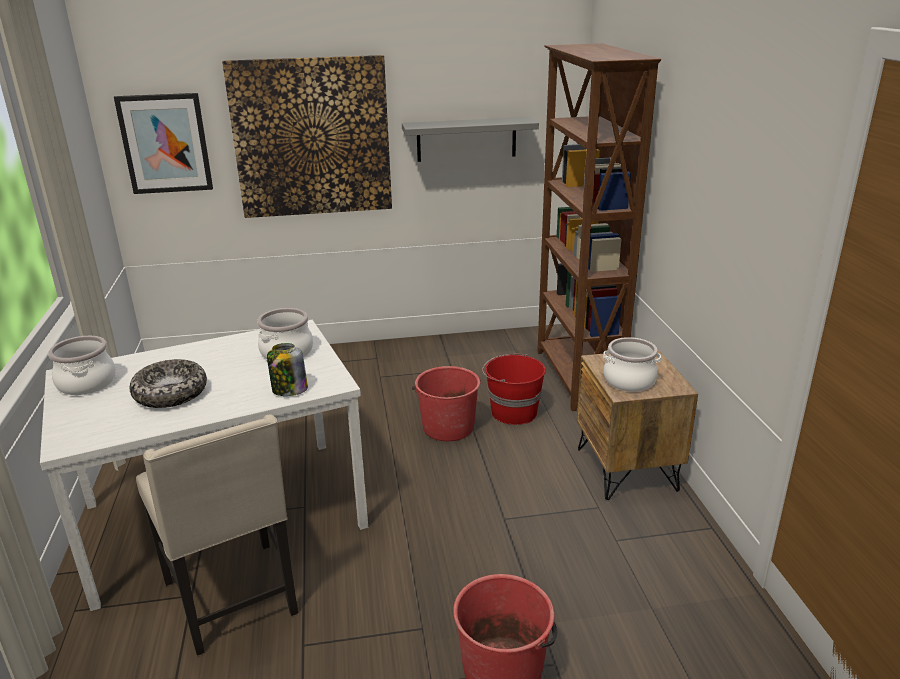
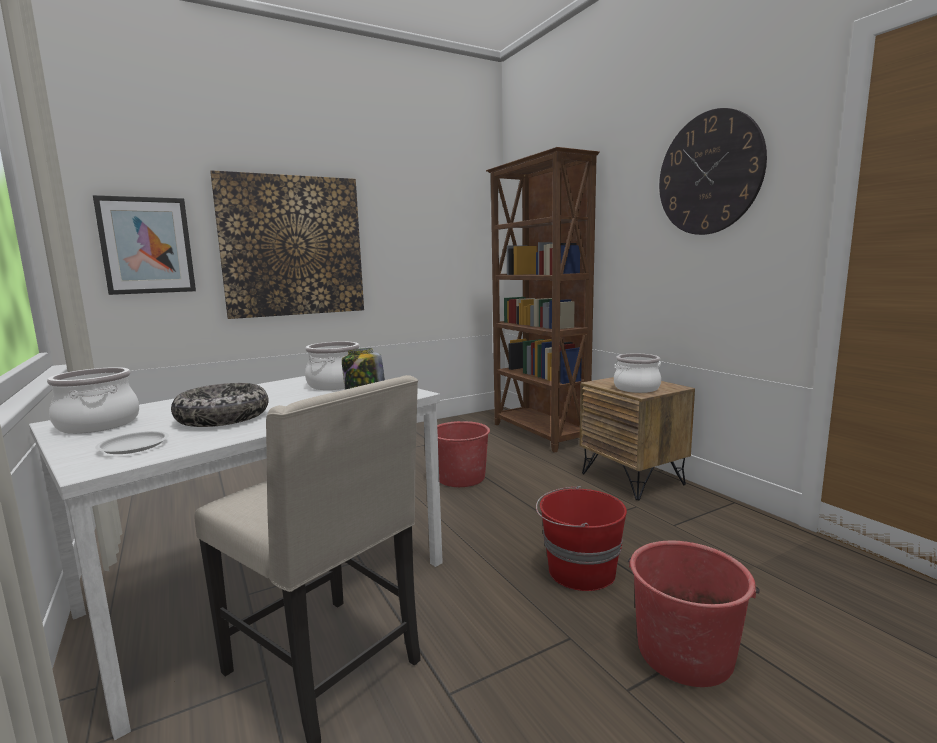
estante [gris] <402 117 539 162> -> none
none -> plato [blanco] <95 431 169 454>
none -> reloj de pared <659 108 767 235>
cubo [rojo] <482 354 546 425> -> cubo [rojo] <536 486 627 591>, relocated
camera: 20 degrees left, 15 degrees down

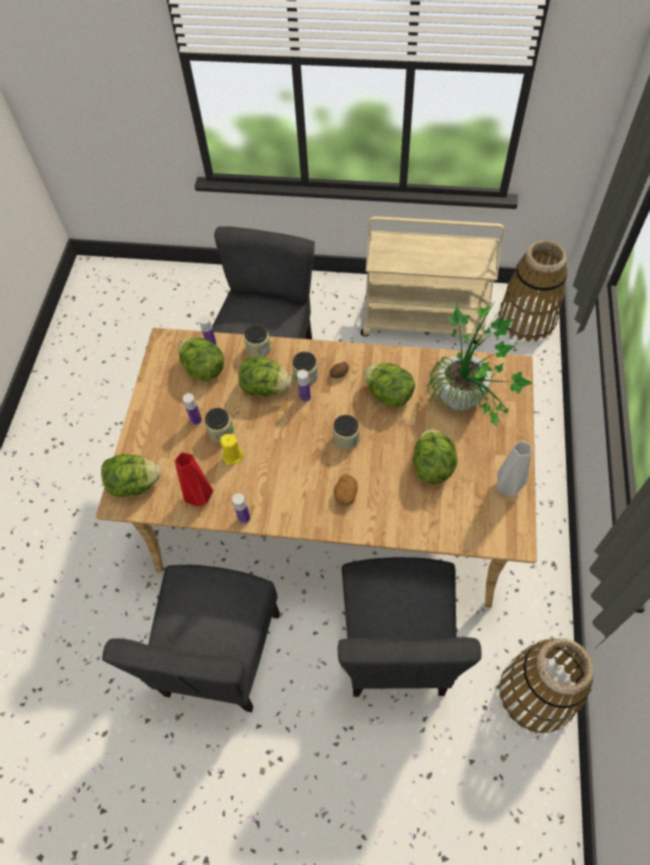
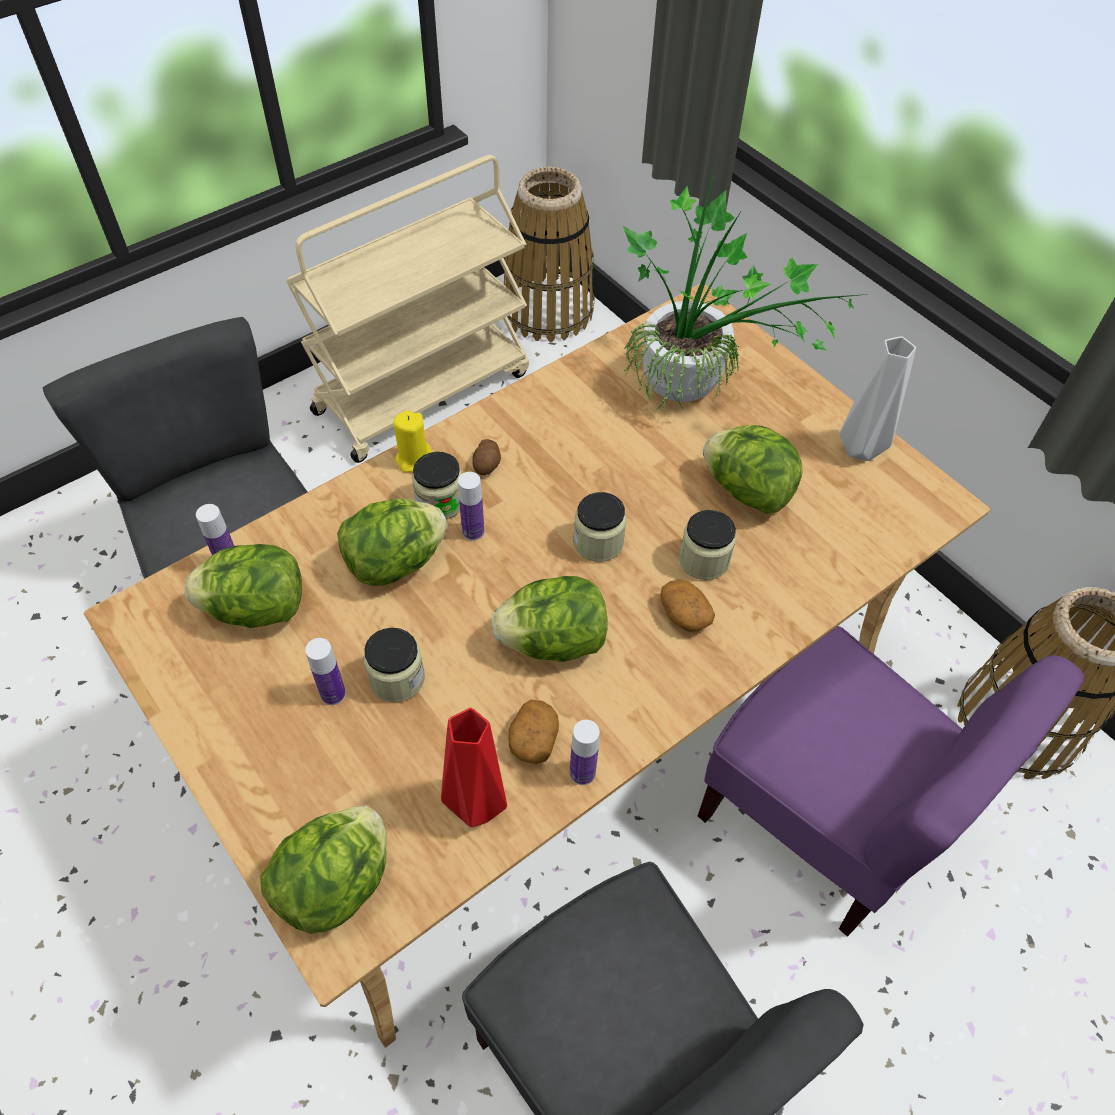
none -> patata <508 700 559 764>
vela [amarillo] <220 434 244 466> -> vela [amarillo] <393 410 432 472>, relocated
tarro <244 324 271 357> -> tarro <679 510 736 580>, relocated
lechuga <363 363 415 408> -> lechuga <491 576 608 662>, relocated
silla [gris] <337 557 481 697> -> silla [morado] <698 626 1084 937>
camera: 50 degrees left, 5 degrees down

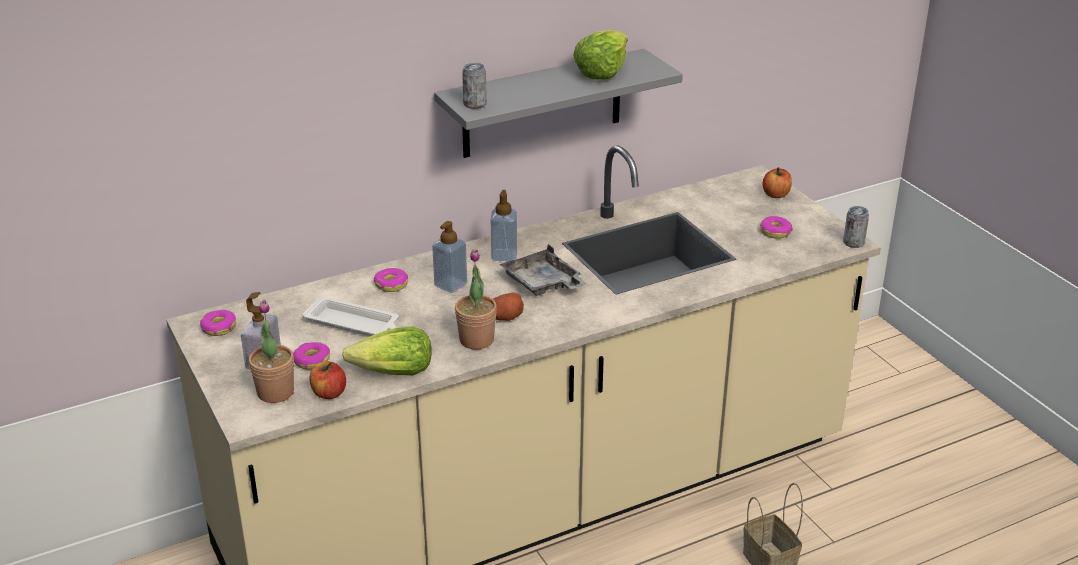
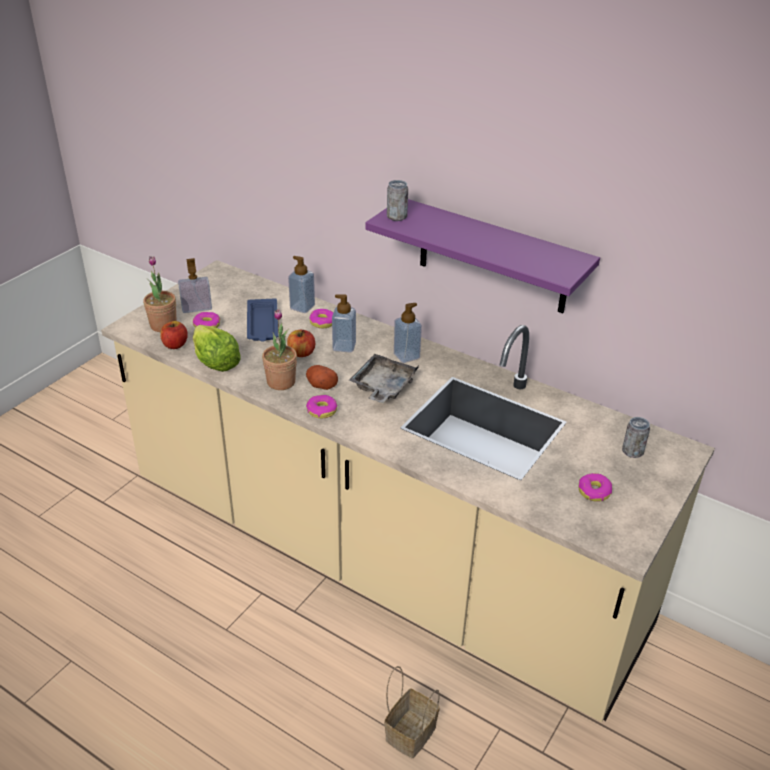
lechuga <573 30 628 80> -> none
none -> dispensador de jabón <288 256 315 313>
rosquilla <200 310 236 336> -> rosquilla <306 395 337 418>, relocated
manzana <763 167 792 198> -> manzana <287 329 315 357>, relocated
lata <843 206 869 248> -> lata <622 417 650 458>, relocated
bandeja [blanco] <302 295 399 336> -> bandeja [azul] <247 298 278 342>
estante [gris] <434 49 683 158> -> estante [morado] <365 199 600 313>
camera: 60 degrees right, 5 degrees up

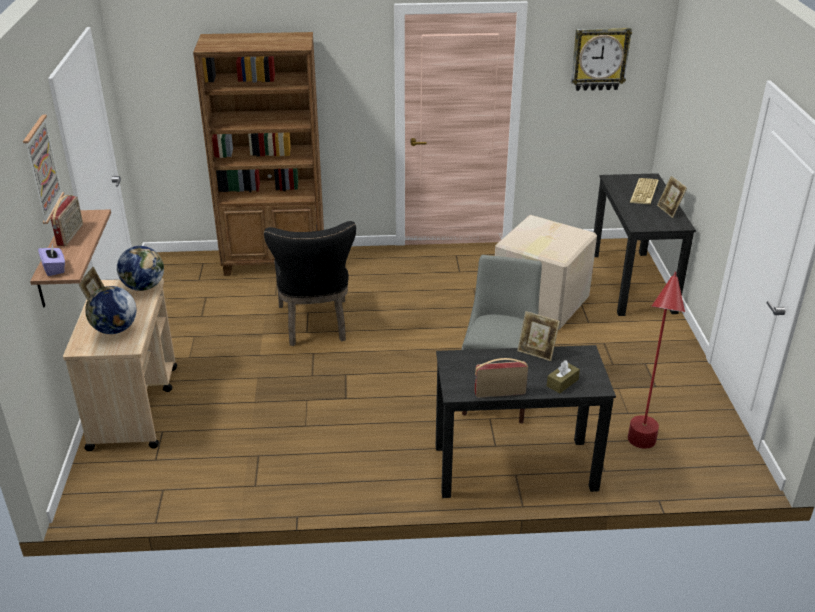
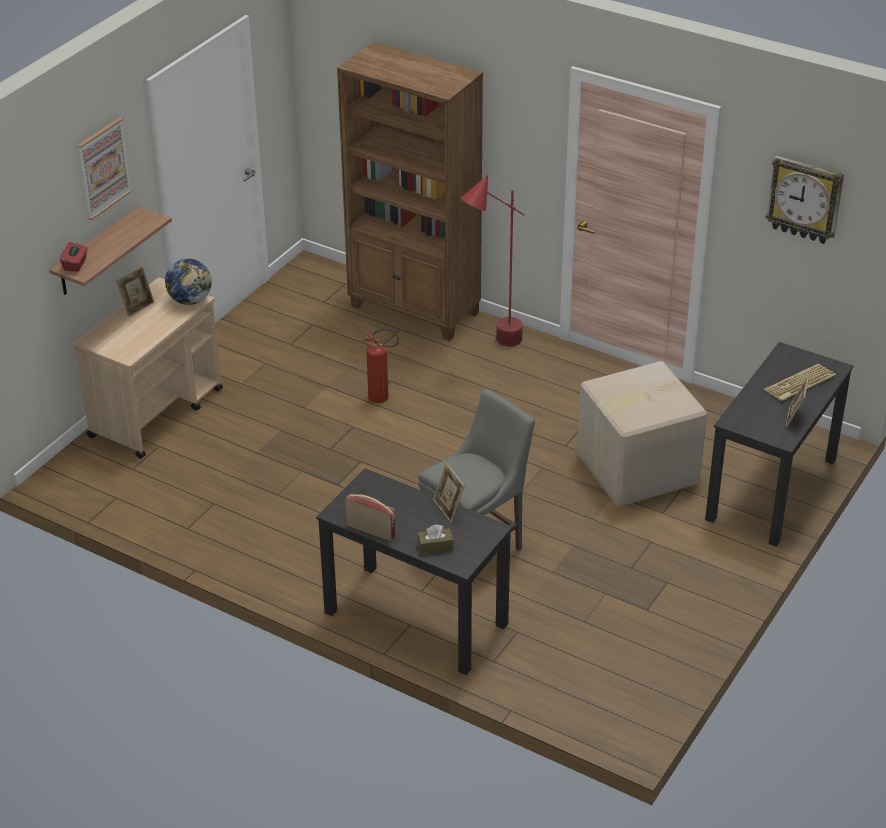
radio <51 195 83 246> -> none
globo terráqueo <85 286 136 334> -> none
lámpara de pie [rojo] <628 272 685 449> -> lámpara de pie [rojo] <461 175 525 347>, relocated
silla [negro] <264 221 356 346> -> extintor <363 329 399 403>
caja de pañuelos [morado] <38 245 65 276> -> caja de pañuelos [rojo] <60 242 87 272>
camera: 35 degrees right, 5 degrees up

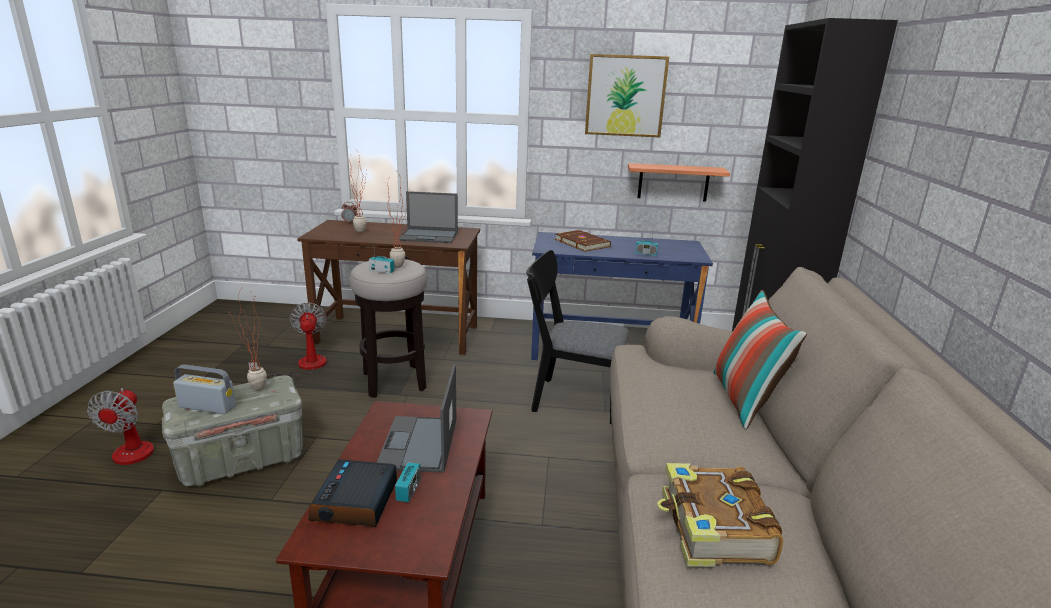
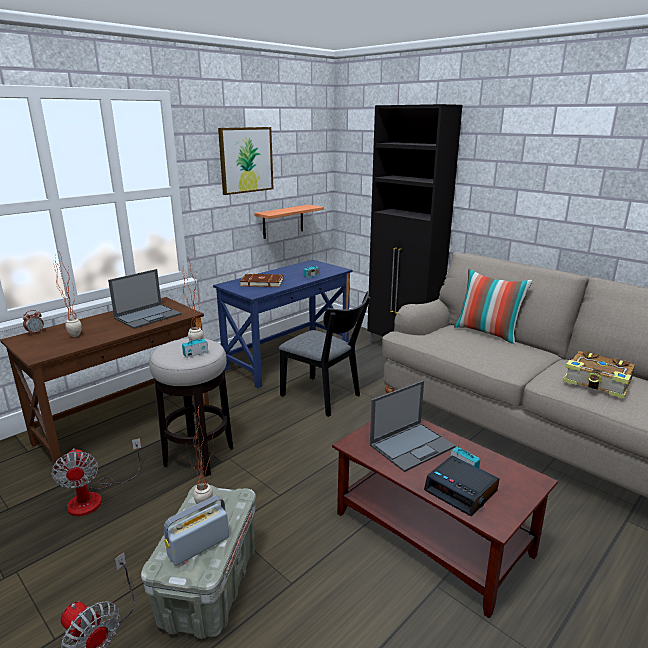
ventilador <248 302 327 380> -> ventilador <51 438 141 516>, 135 degrees counterclockwise
portátil <377 364 456 473> -> portátil <370 380 456 472>, 75 degrees counterclockwise
silla [negro] <526 250 629 424> -> silla [negro] <279 291 370 417>, 105 degrees counterclockwise
camera: 50 degrees left, 0 degrees up

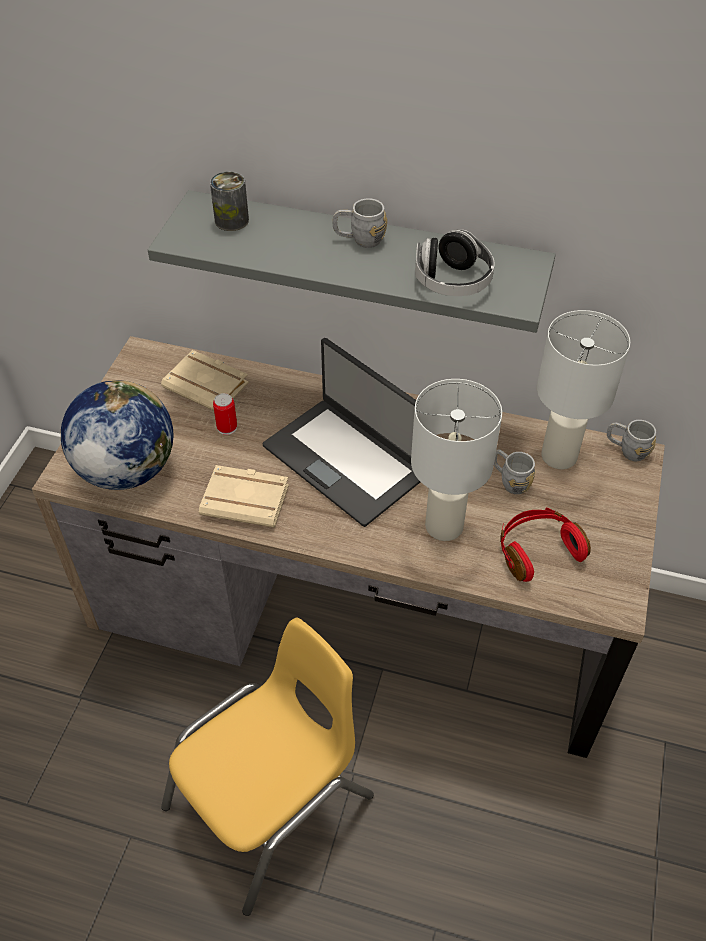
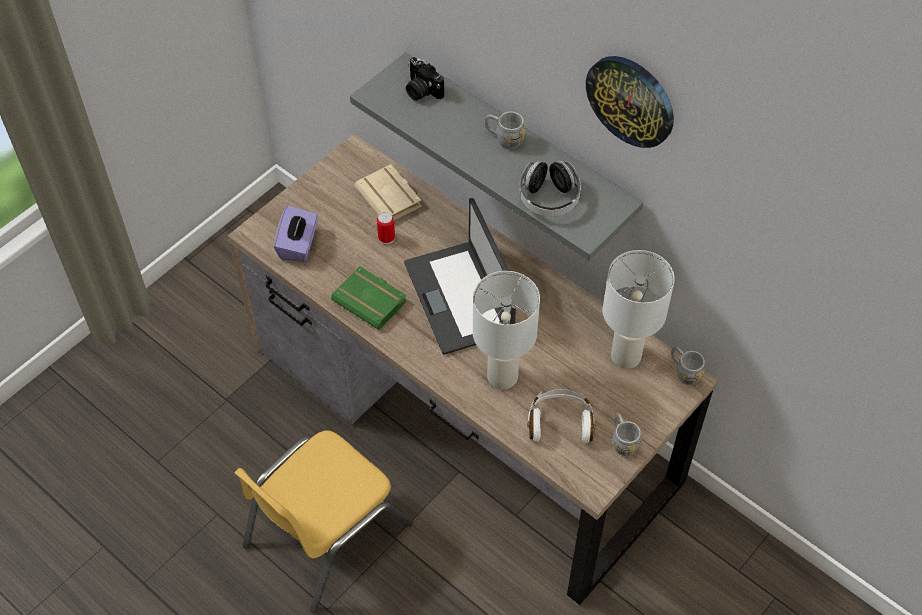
none -> reloj de pared <586 56 674 148>
taza grande [gris] <494 449 535 494> -> taza grande [gris] <613 413 642 456>, relocated
globo terráqueo <61 380 173 490> -> caja de pañuelos [morado] <274 206 318 262>
lata <210 171 249 231> -> cámara <406 57 444 101>
libro [beis] <199 465 289 528> -> libro [verde] <331 266 407 330>
auriculares [rojo] <500 508 591 582> -> auriculares [blanco] <527 389 595 443>
silla [amarillo] <161 618 374 916> -> silla [amarillo] <235 430 413 613>, 150 degrees clockwise
camera: 25 degrees right, 5 degrees up

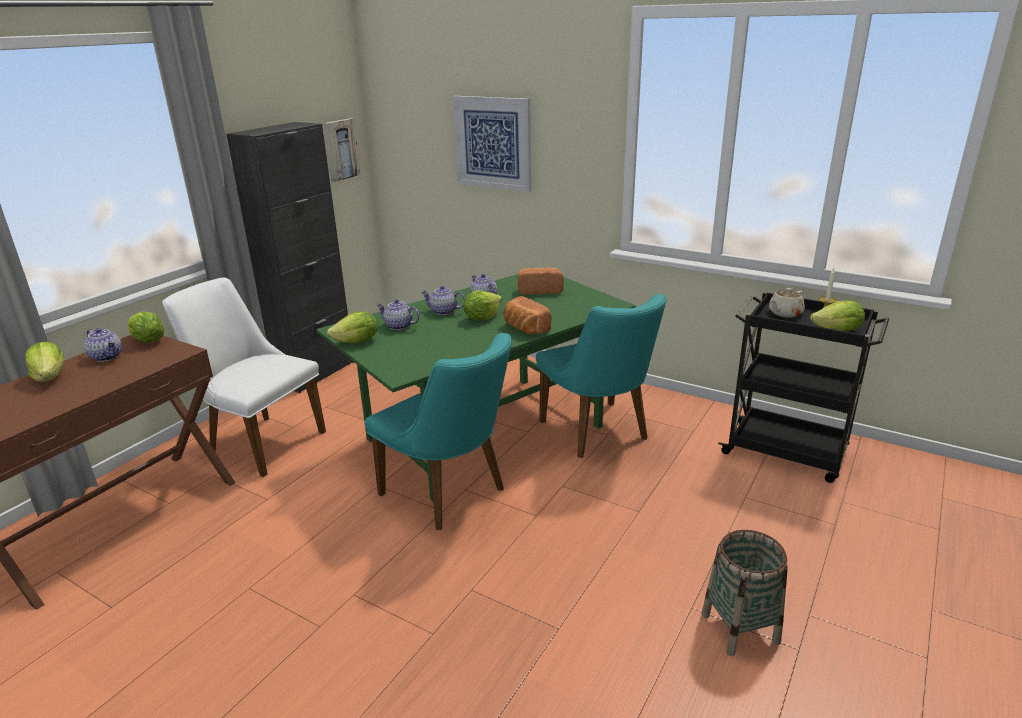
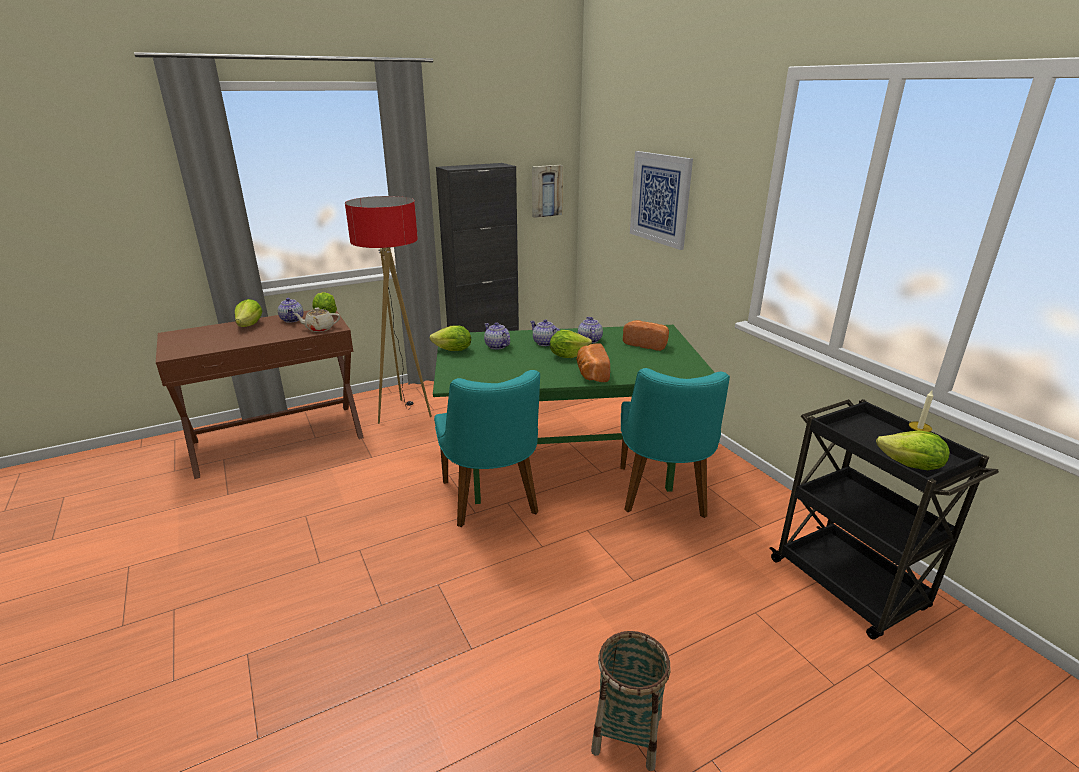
tetera [beis] <769 288 805 318> -> tetera [beis] <293 308 340 332>, relocated
silla [blanco] <162 277 326 477> -> lámpara de pie <345 196 432 424>
camera: 30 degrees right, 0 degrees up

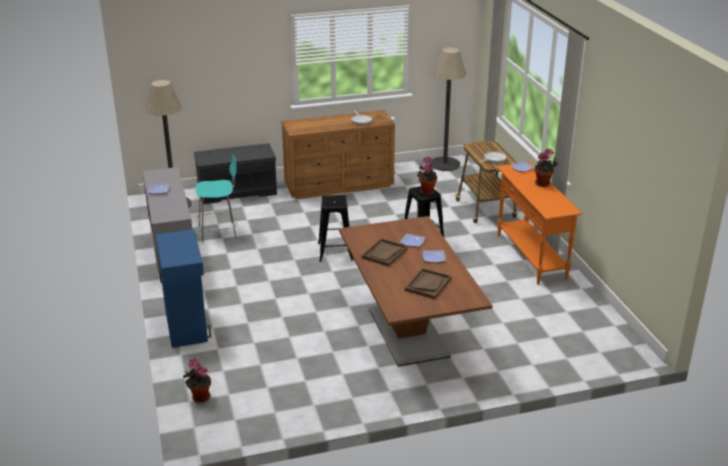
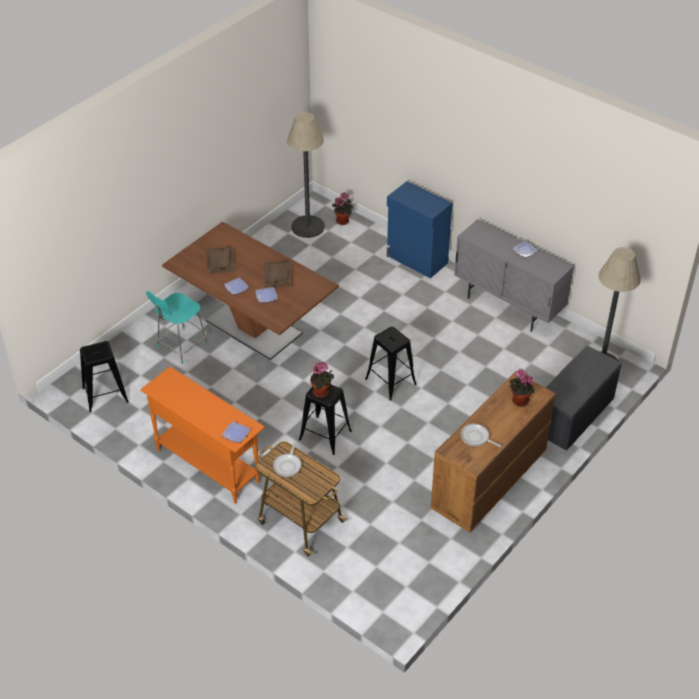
none -> taburete [negro] <80 341 129 412>
silla [turquesa] <196 155 237 242> -> silla [turquesa] <146 291 208 364>, relocated
lámpara de pie <430 47 466 171> -> lámpara de pie <287 112 325 238>, relocated
planta en maceta <535 149 558 187> -> planta en maceta <510 369 534 407>, relocated
camera: 145 degrees right, 15 degrees up

